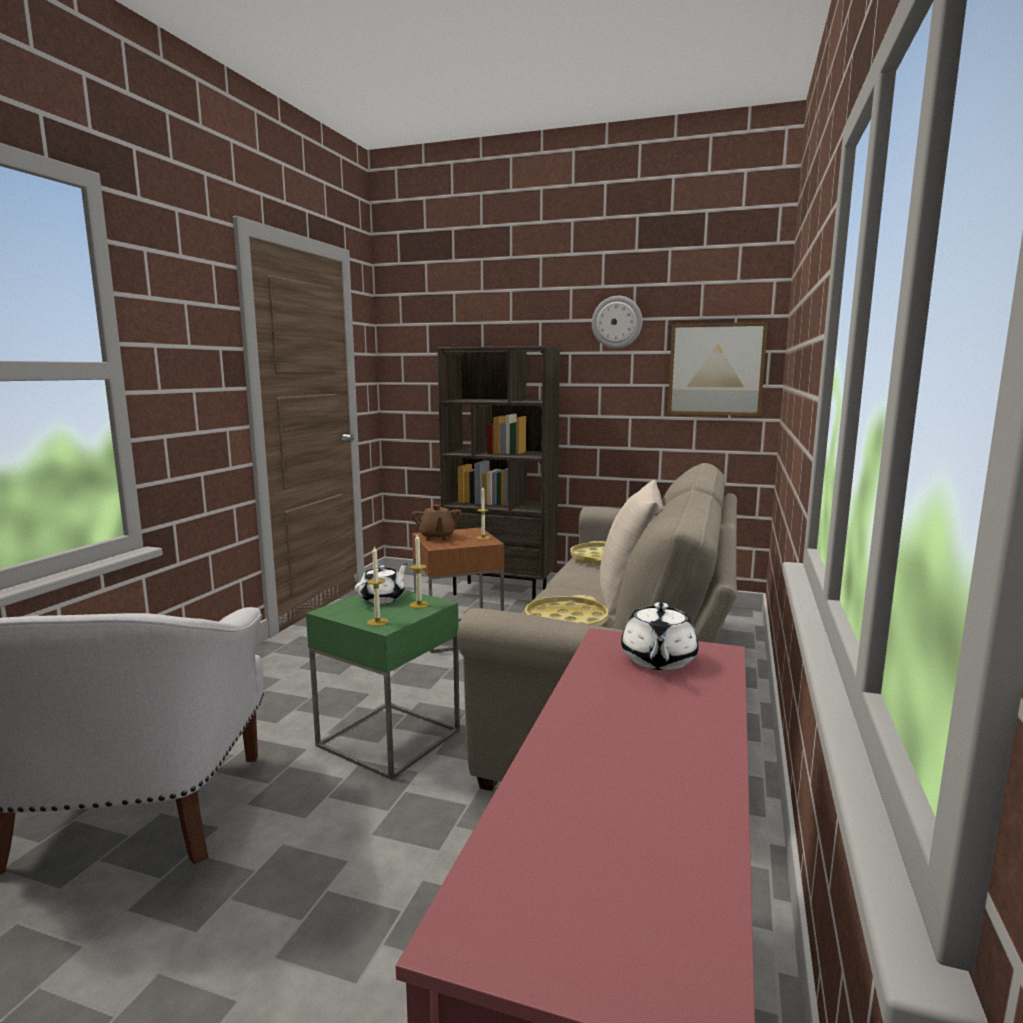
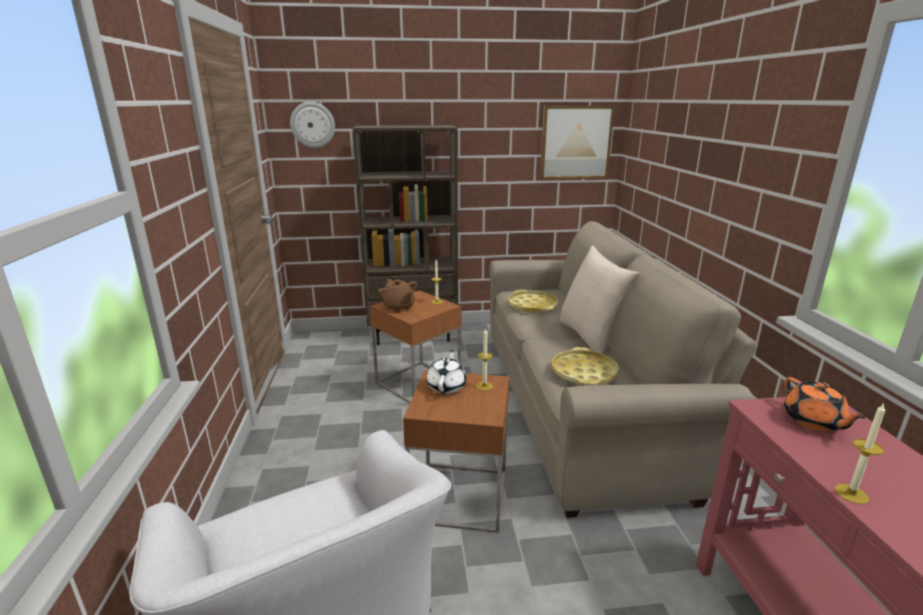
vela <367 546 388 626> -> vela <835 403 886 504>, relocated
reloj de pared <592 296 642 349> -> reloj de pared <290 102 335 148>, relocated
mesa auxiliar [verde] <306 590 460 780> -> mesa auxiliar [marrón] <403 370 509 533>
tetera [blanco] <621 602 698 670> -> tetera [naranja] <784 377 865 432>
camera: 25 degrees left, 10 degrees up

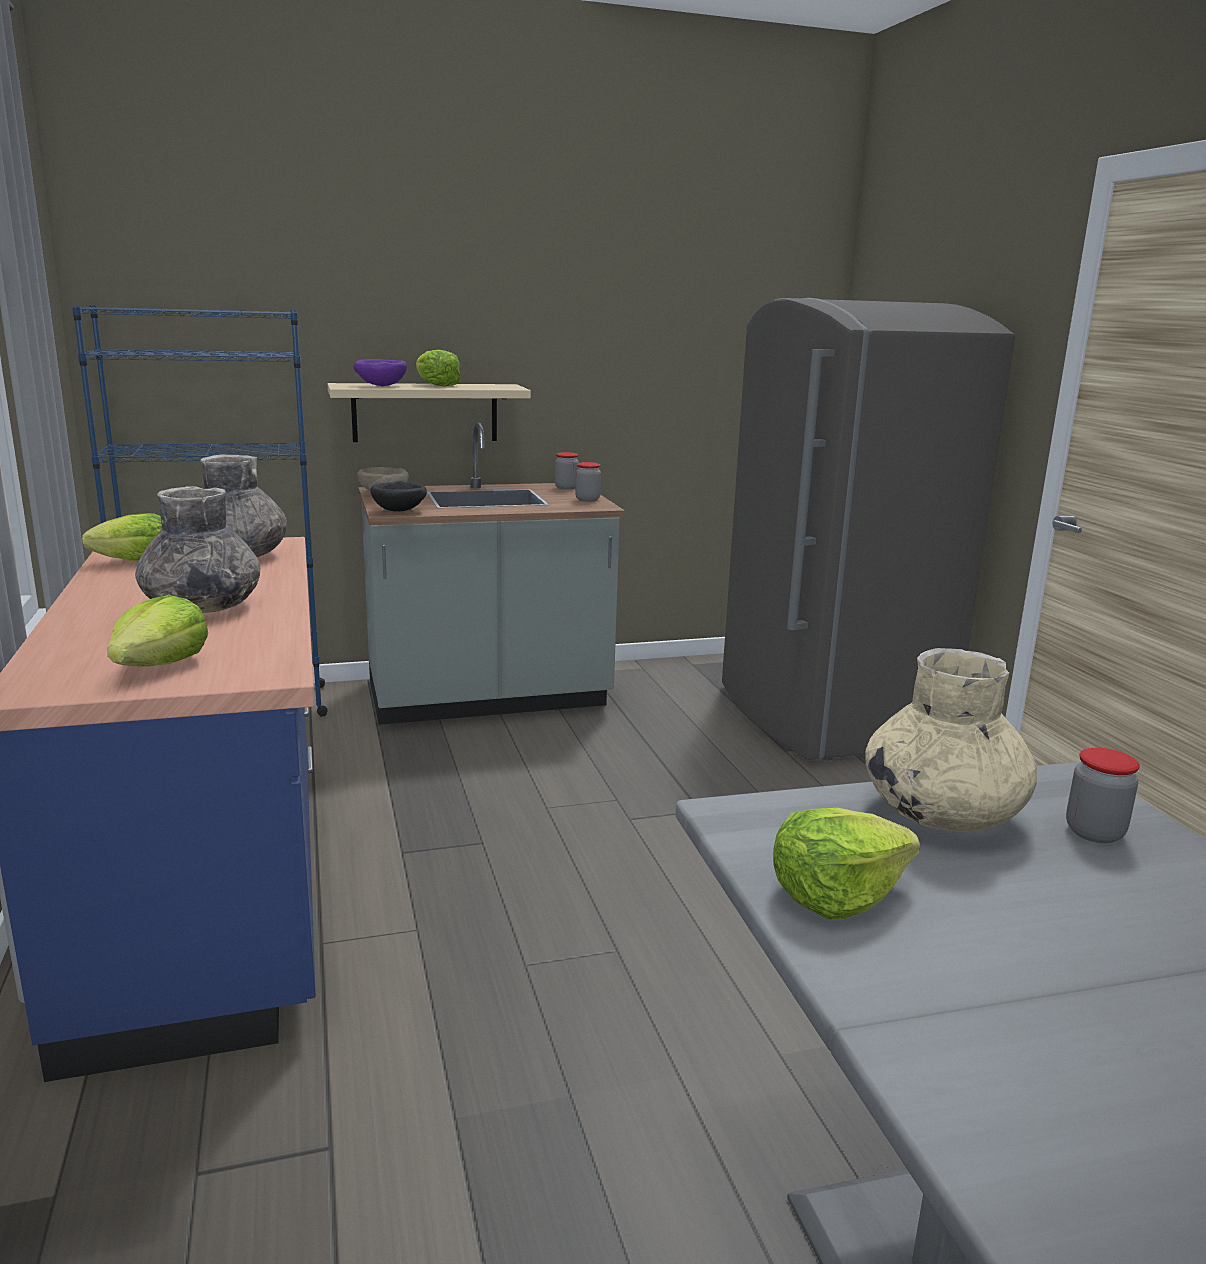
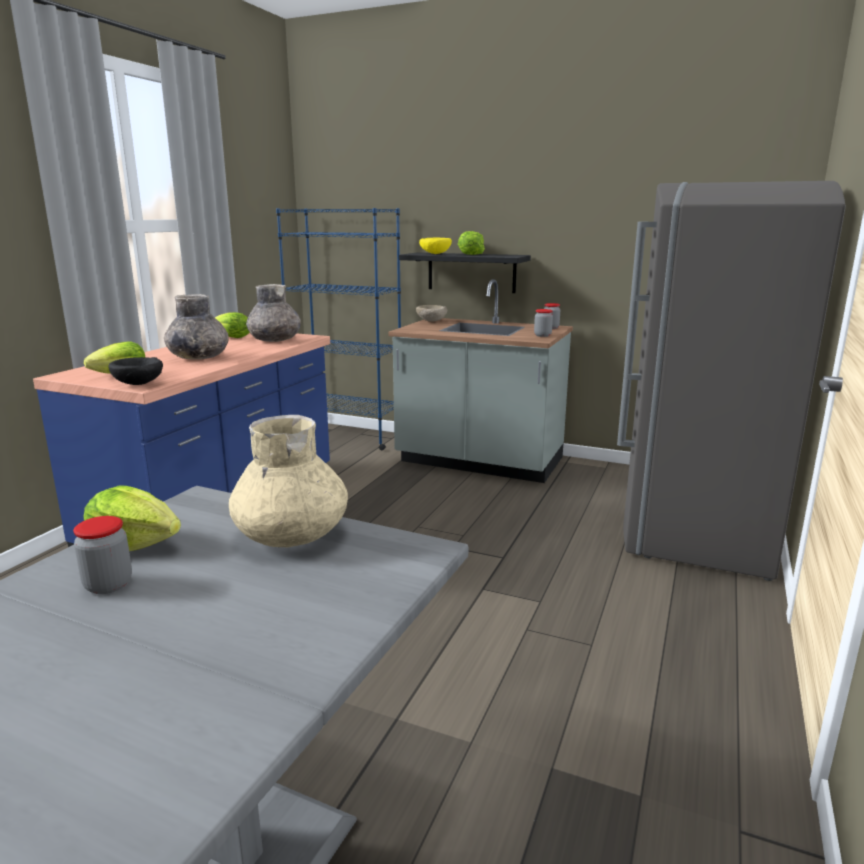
cuenco [negro] <370 481 427 511> -> cuenco [negro] <108 357 163 385>, relocated
tarro <1066 748 1140 843> -> tarro <73 516 132 594>, relocated
estante [beis] <328 383 531 442> -> estante [negro] <399 252 531 293>
cuenco [morado] <353 359 407 386> -> cuenco [amarillo] <419 238 452 254>
camera: 40 degrees right, 0 degrees up

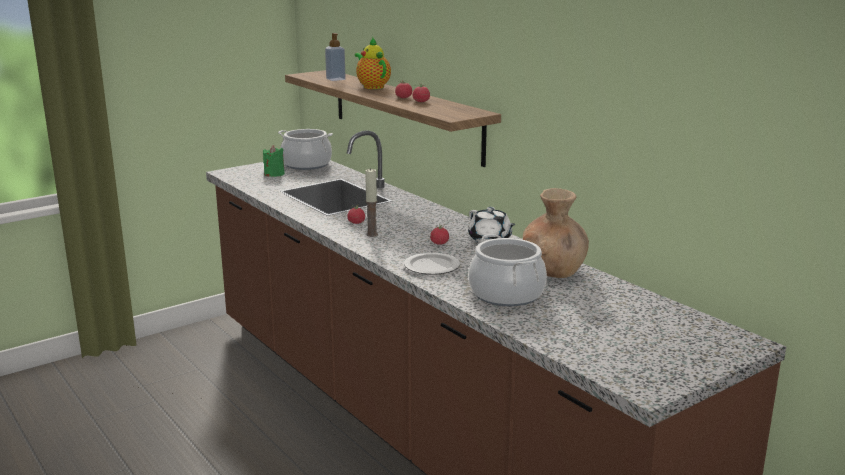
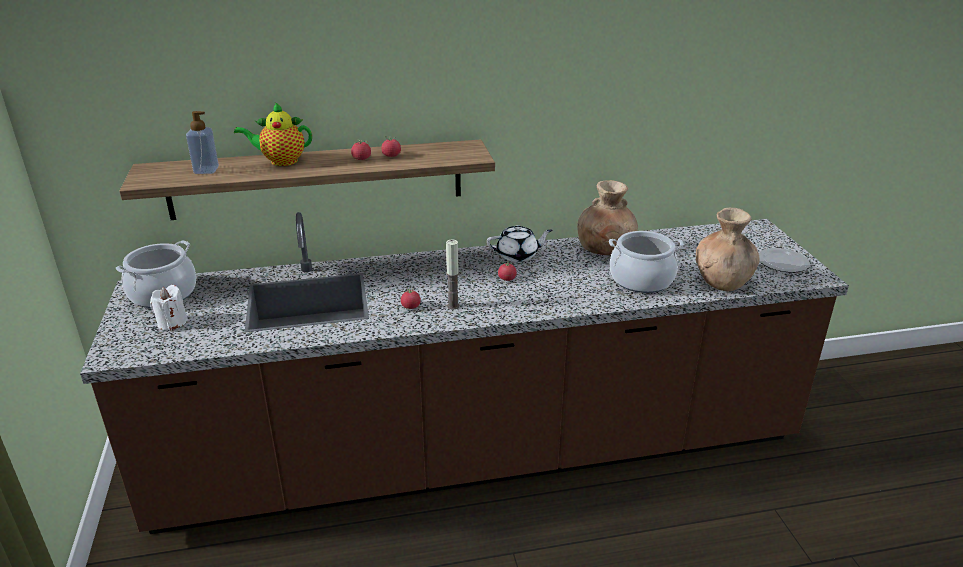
none -> florero [marrón] <696 208 759 291>
plato <404 253 460 275> -> plato <759 248 810 273>, relocated
vela [verde] <263 145 285 177> -> vela [blanco] <150 285 188 331>
camera: 65 degrees left, 10 degrees up

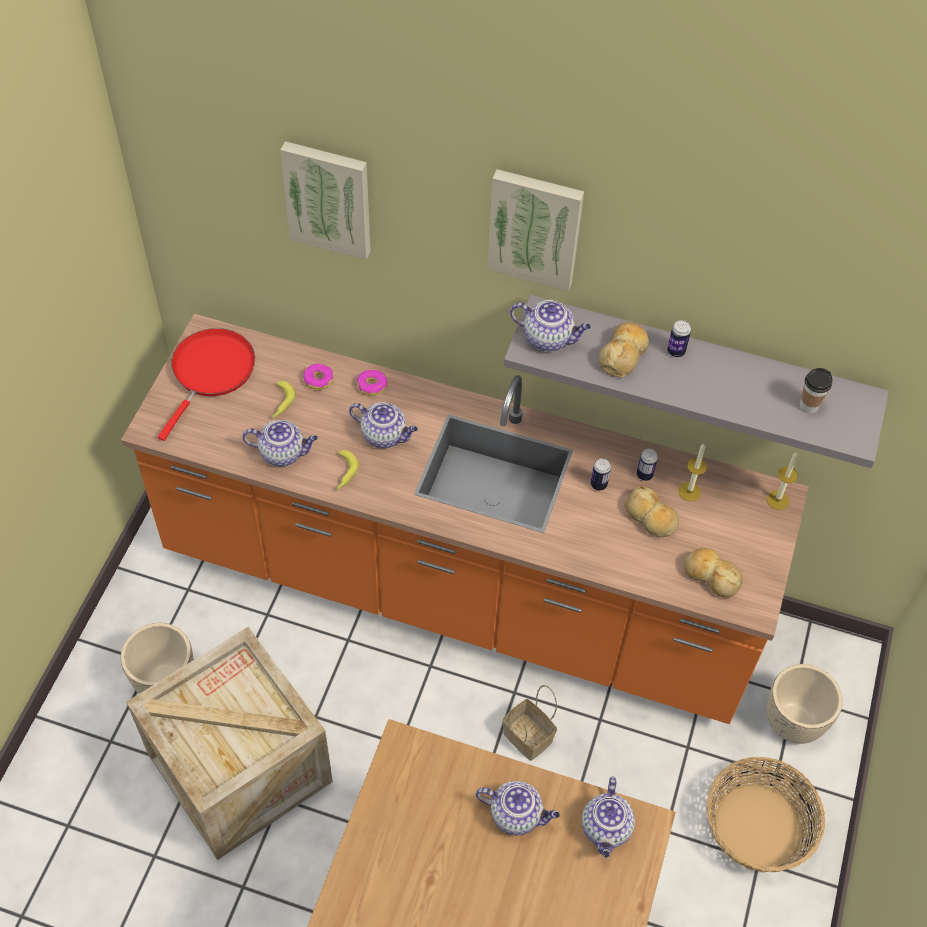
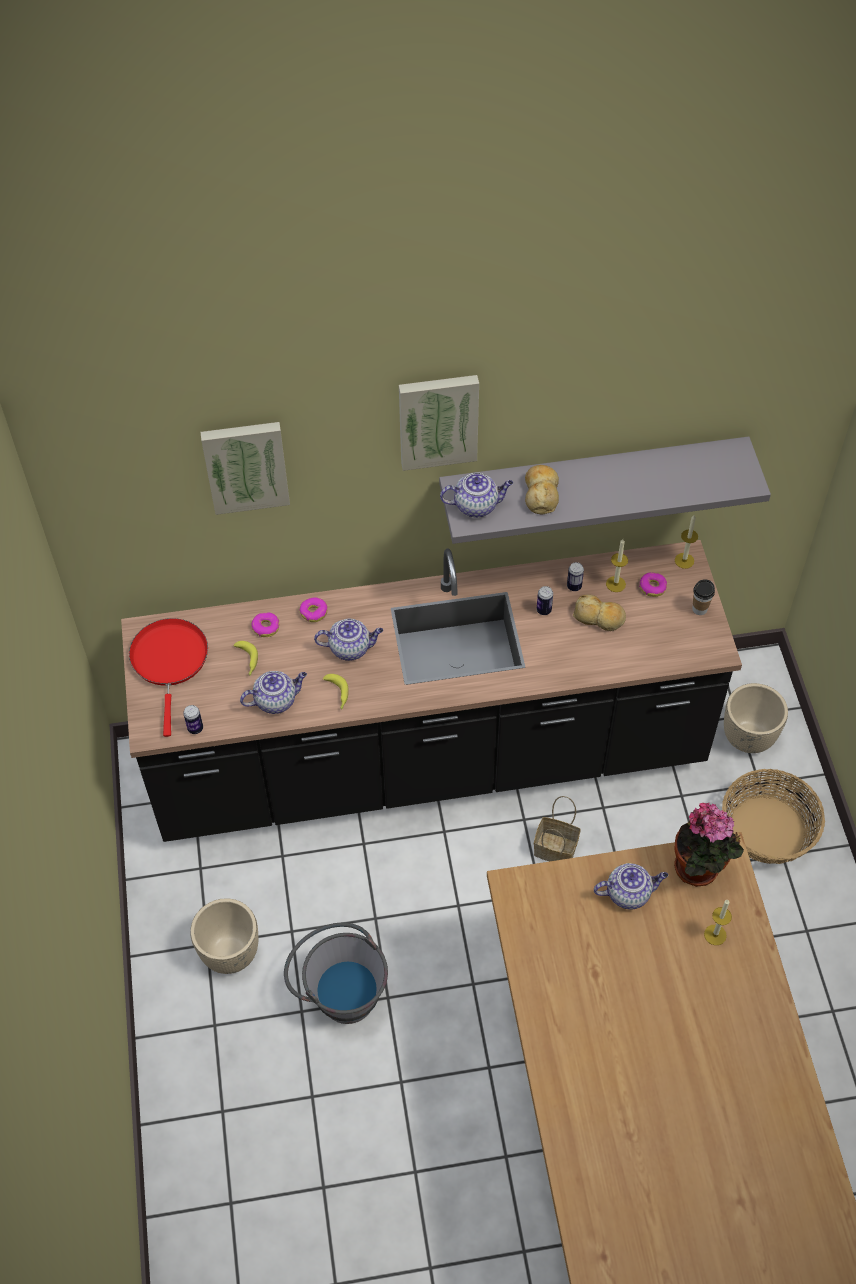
pan <684 548 743 598> -> none
none -> rosquilla <639 572 667 597>
none -> vela <704 900 732 945>
lata <667 320 691 357> -> lata <183 705 203 734>, relocated
taza <800 368 833 413> -> taza <692 579 715 615>, relocated
caja de embalaje <126 626 333 860> -> cubo [gris] <284 923 388 1024>
tetera <582 776 635 858> -> planta en maceta <674 803 744 887>
mueble bajo de cocina [naranja] <121 314 809 724> -> mueble bajo de cocina [negro] <121 540 742 842>
camera: 25 degrees left, 0 degrees up

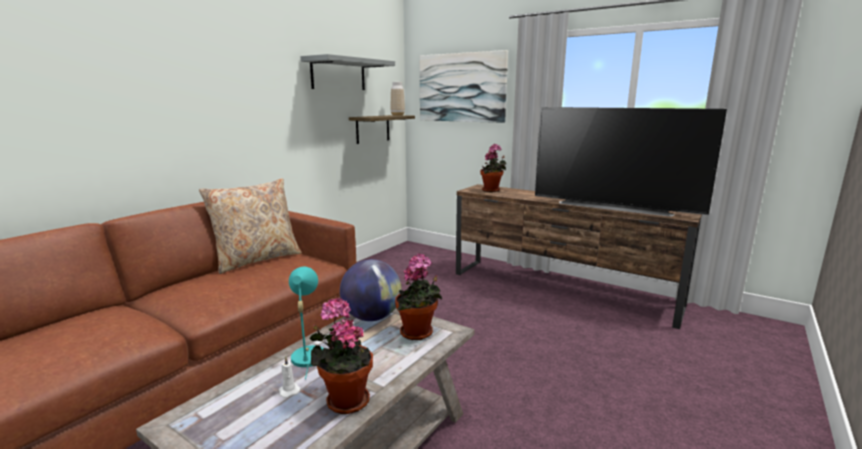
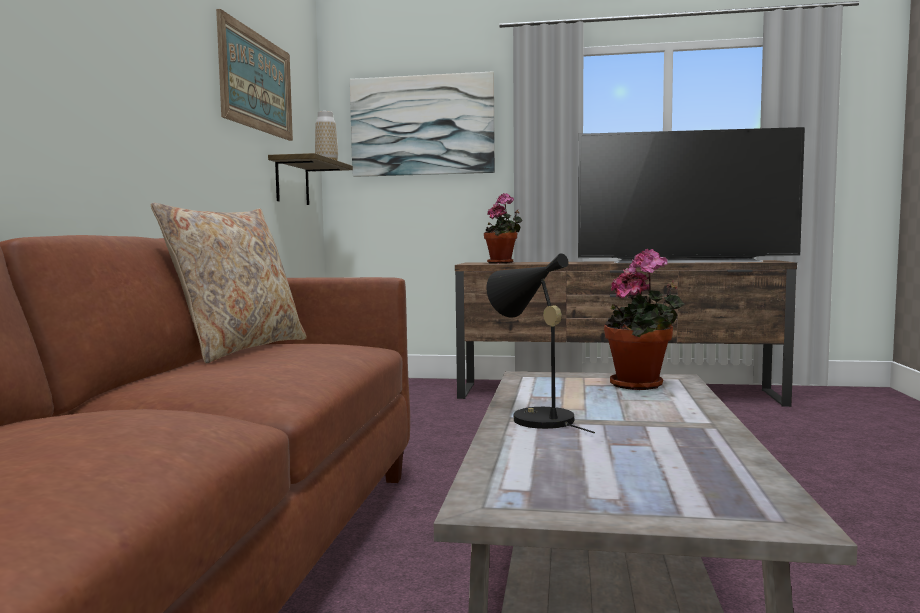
vela [blanco] <279 357 301 398> -> none
planta en maceta <309 298 373 414> -> none
globo terráqueo <340 259 402 321> -> none
estante [gris] <300 54 395 90> -> cuadro <216 9 293 141>
lámpara de mesa [turquesa] <289 267 323 379> -> lámpara de mesa [negro] <486 253 595 434>
camera: 25 degrees left, 10 degrees down

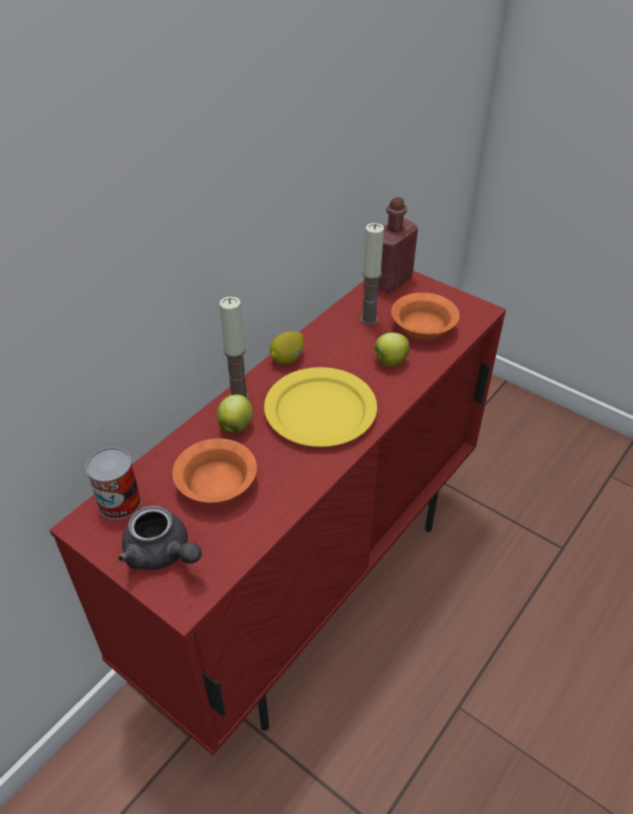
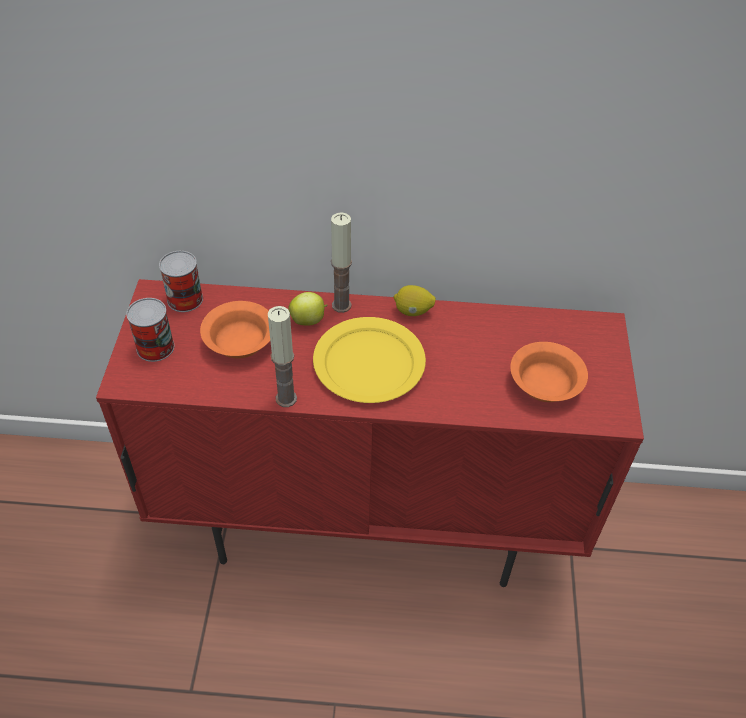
manzana <373 333 410 367> -> none
botella [rojo] <378 197 418 293> -> none
vela <360 223 384 325> -> vela <268 306 297 407>, relocated
tetera [gris] <118 506 202 570> -> lata <126 298 175 362>
camera: 55 degrees right, 5 degrees up

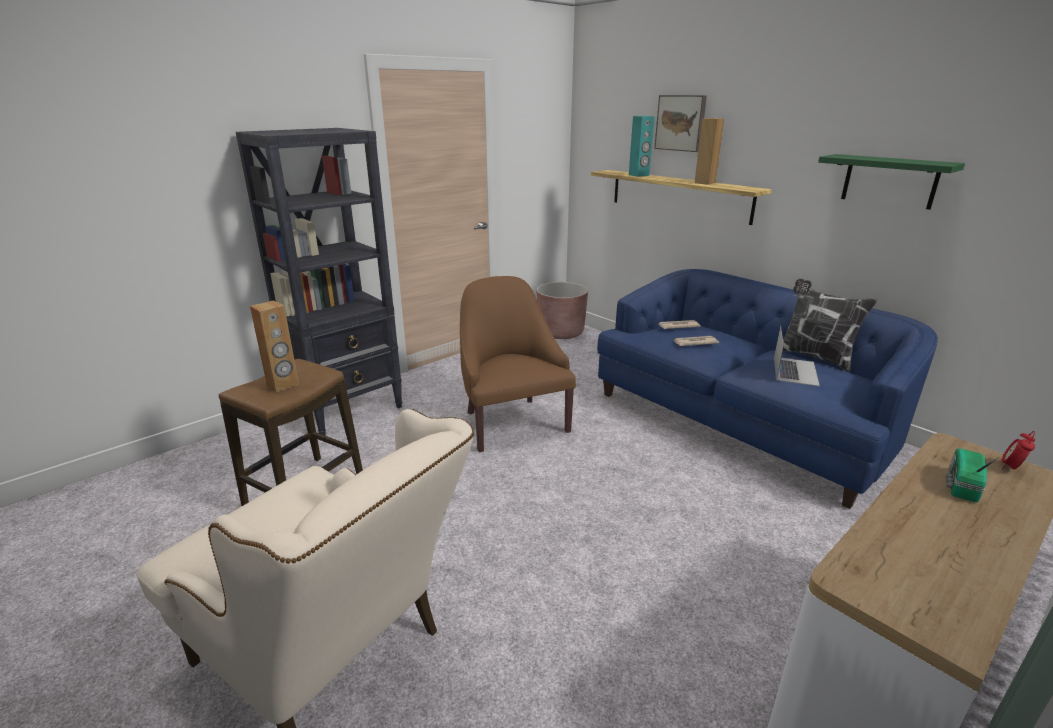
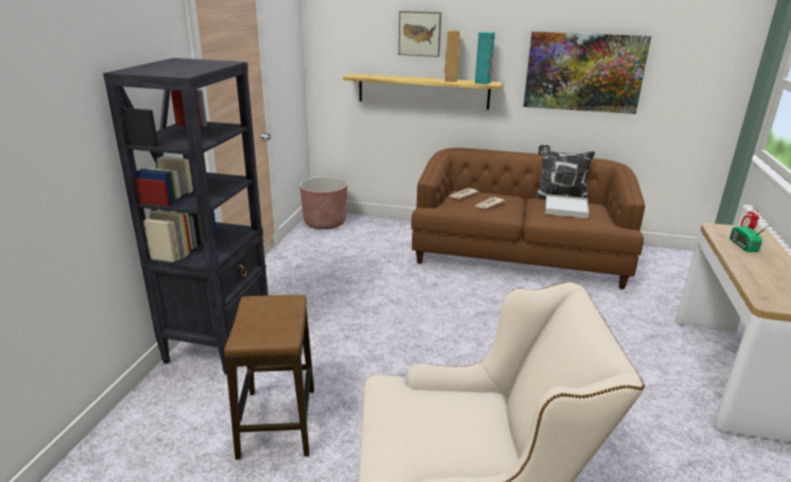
altavoz [marrón] <250 301 299 392> -> none
sillón [marrón] <460 276 576 452> -> none
altavoz [turquesa] <629 116 655 177> -> altavoz [turquesa] <475 32 495 85>, relocated
portátil <774 325 820 386> -> bandeja [blanco] <545 194 589 219>
estante [verde] <818 154 965 210> -> cuadro <523 31 651 114>
sofá [azul] <597 269 938 509> -> sofá [marrón] <411 148 645 289>
camera: 35 degrees left, 0 degrees up

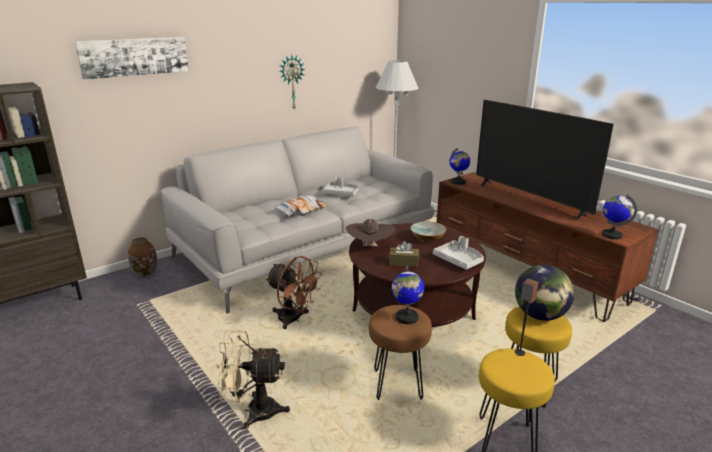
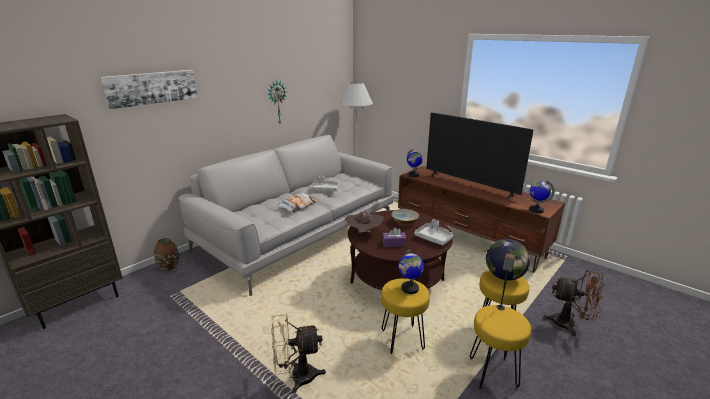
ventilador [marrón] <266 256 322 329> -> ventilador [marrón] <543 270 604 336>, relocated
taburete [marrón] <369 305 432 400> -> taburete [amarillo] <381 278 430 354>
caja de pañuelos [marrón] <389 241 419 267> -> caja de pañuelos [morado] <383 228 407 247>
camera: 10 degrees left, 0 degrees up

